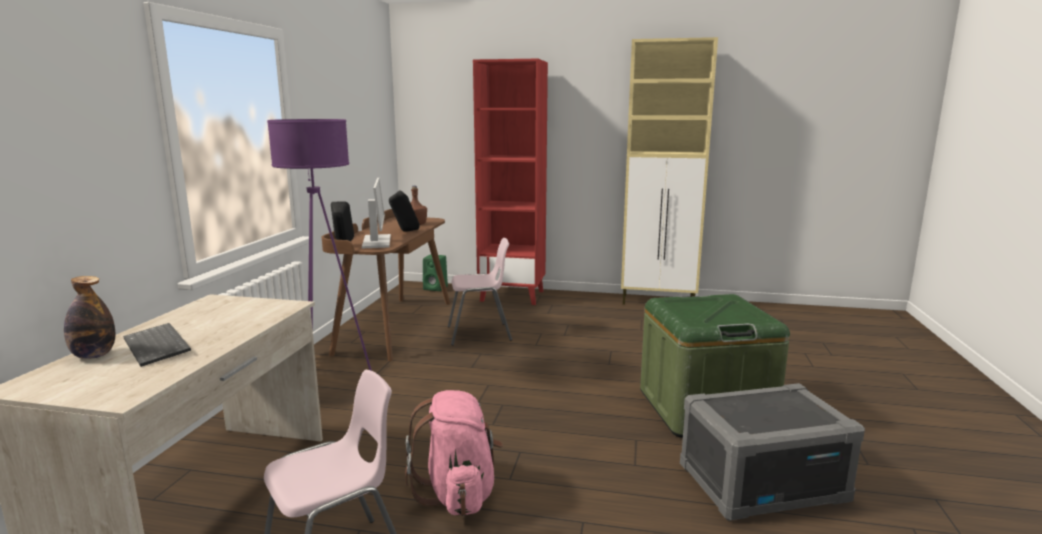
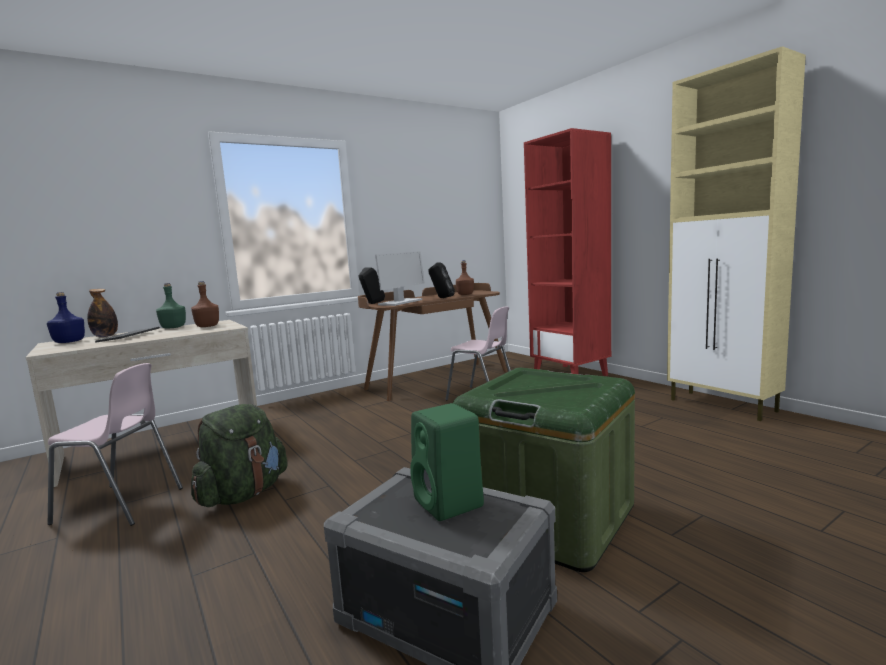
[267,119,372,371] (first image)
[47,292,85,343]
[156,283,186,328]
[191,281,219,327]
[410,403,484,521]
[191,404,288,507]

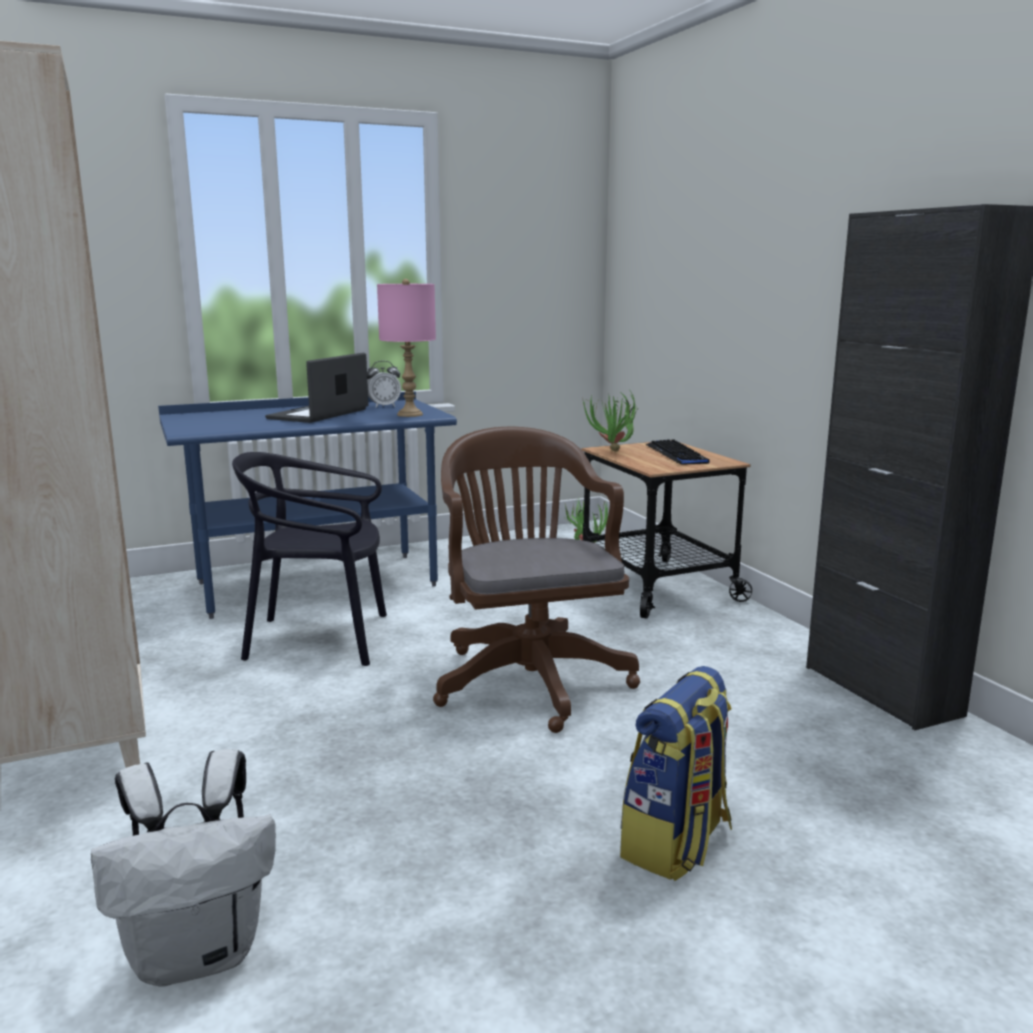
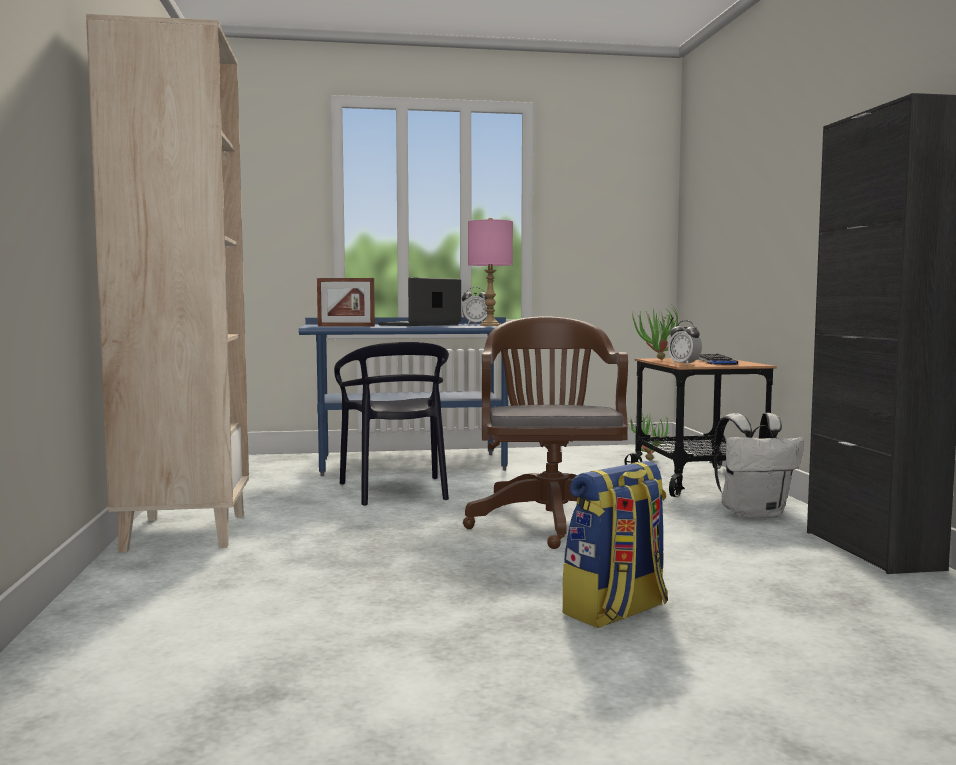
[317,278,375,326]
[668,320,702,365]
[714,413,804,519]
[334,342,449,506]

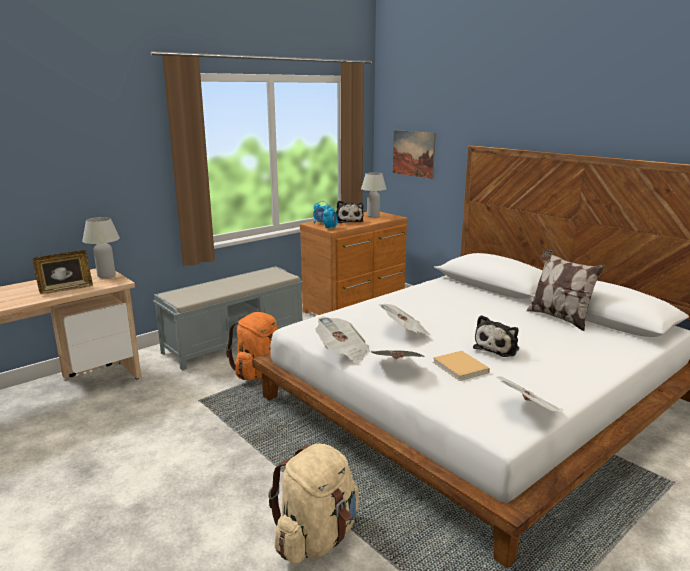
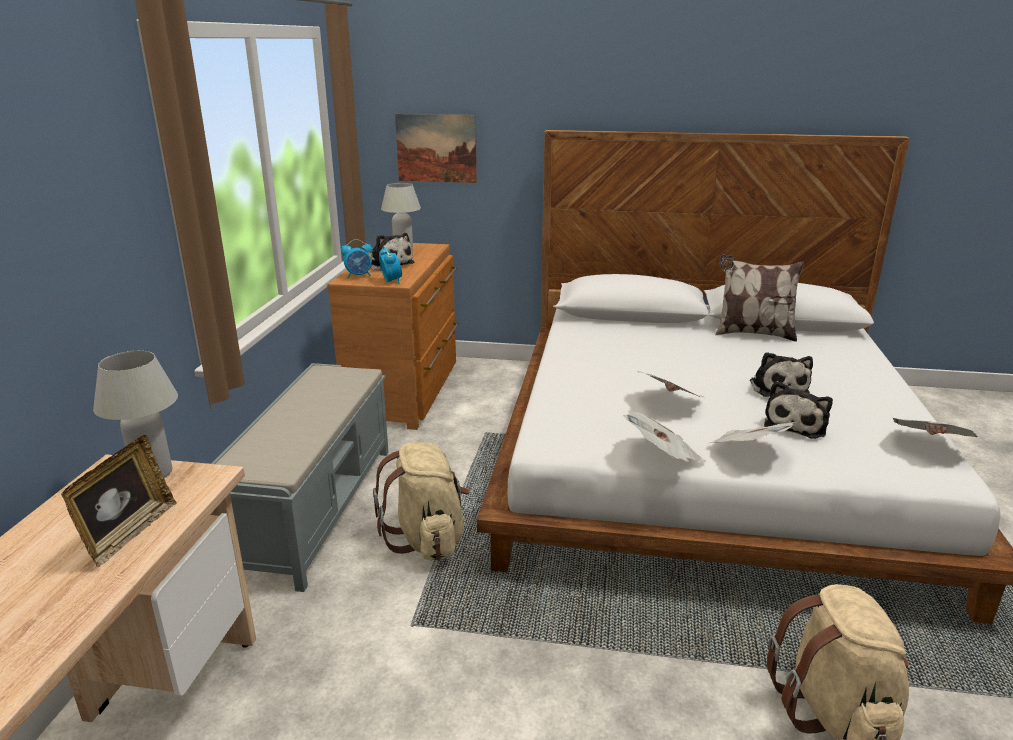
[764,381,833,439]
[373,442,469,560]

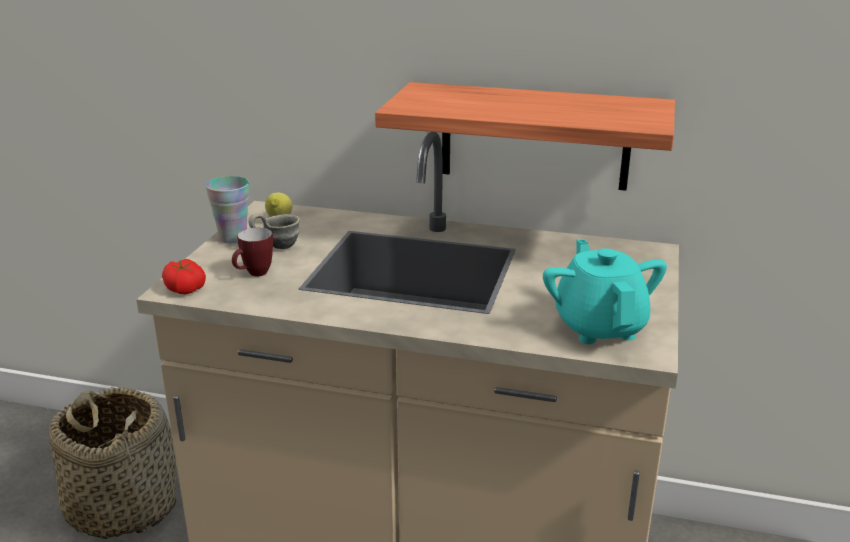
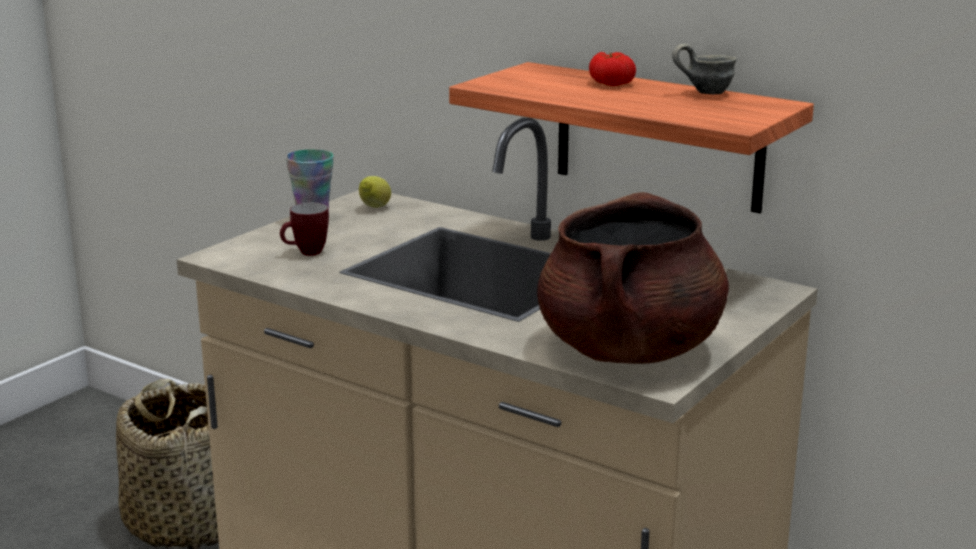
[589,52,636,86]
[672,44,737,94]
[537,192,729,364]

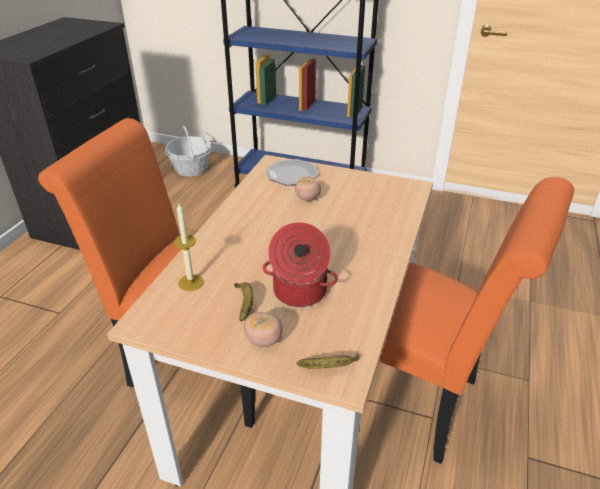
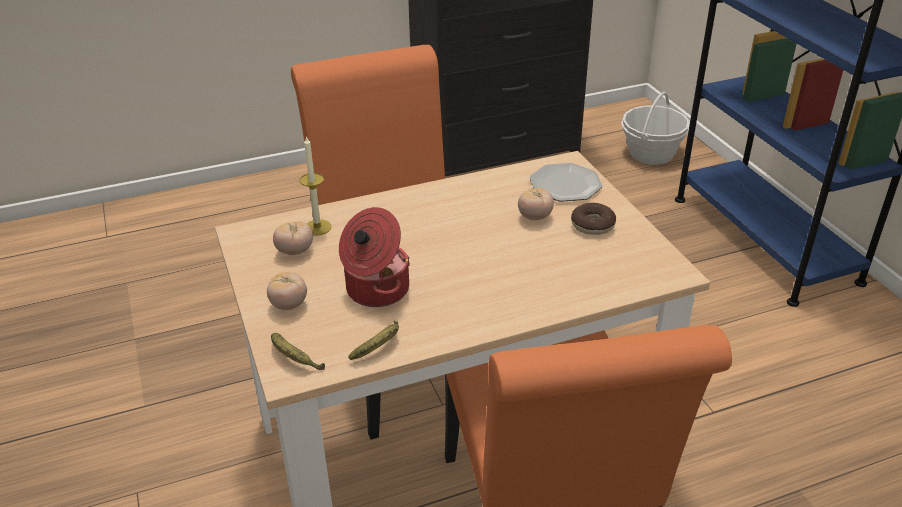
[273,221,313,255]
[571,203,616,235]
[348,321,399,360]

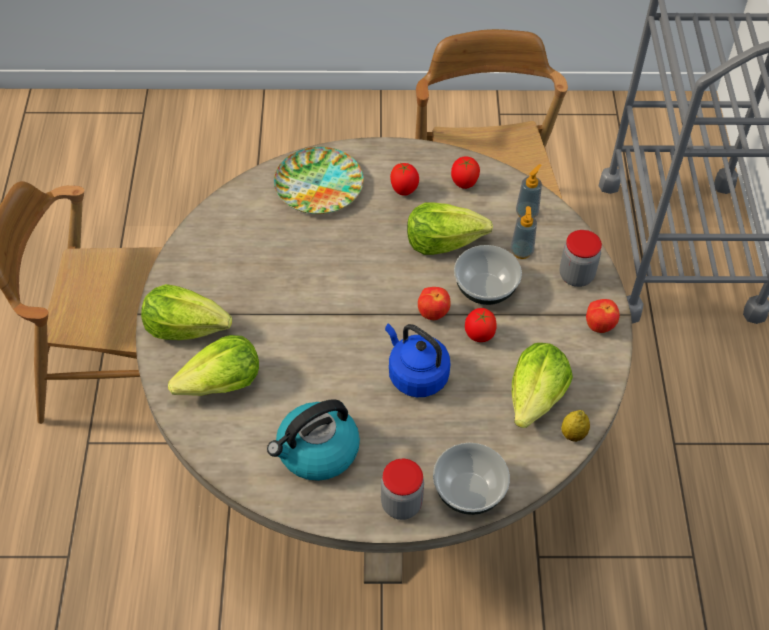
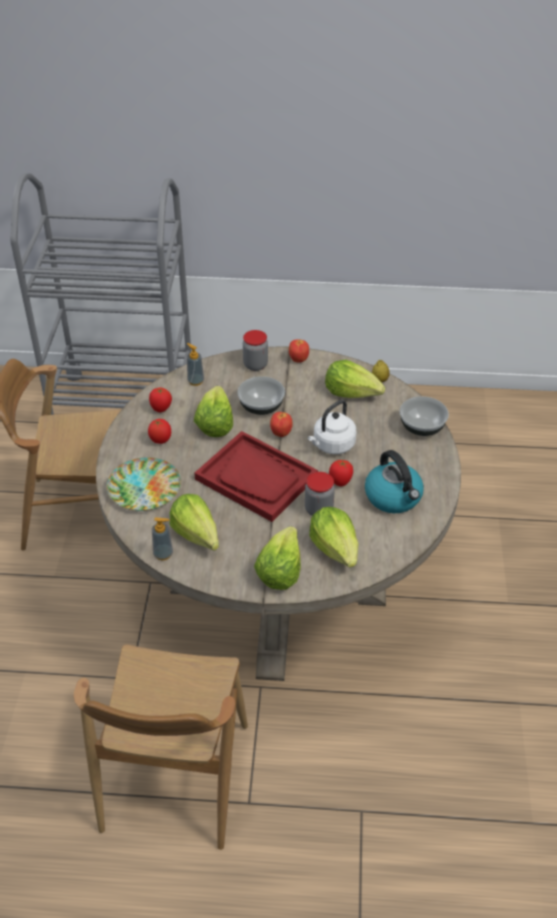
[169,494,219,551]
[194,431,318,522]
[305,472,335,516]
[329,460,353,486]
[152,517,173,560]
[308,400,356,454]

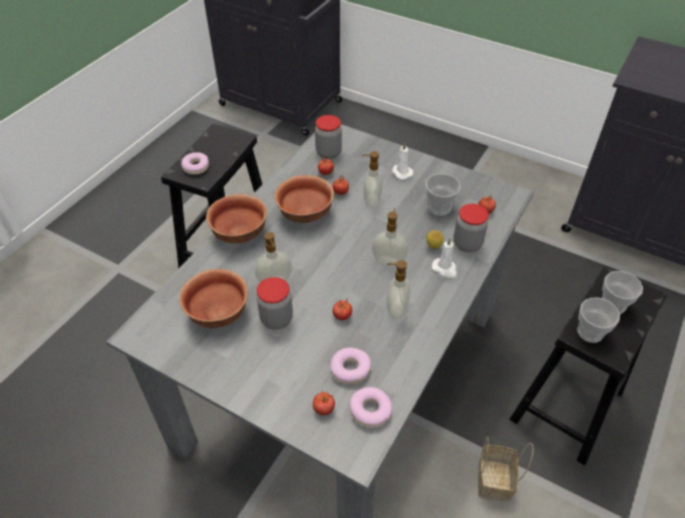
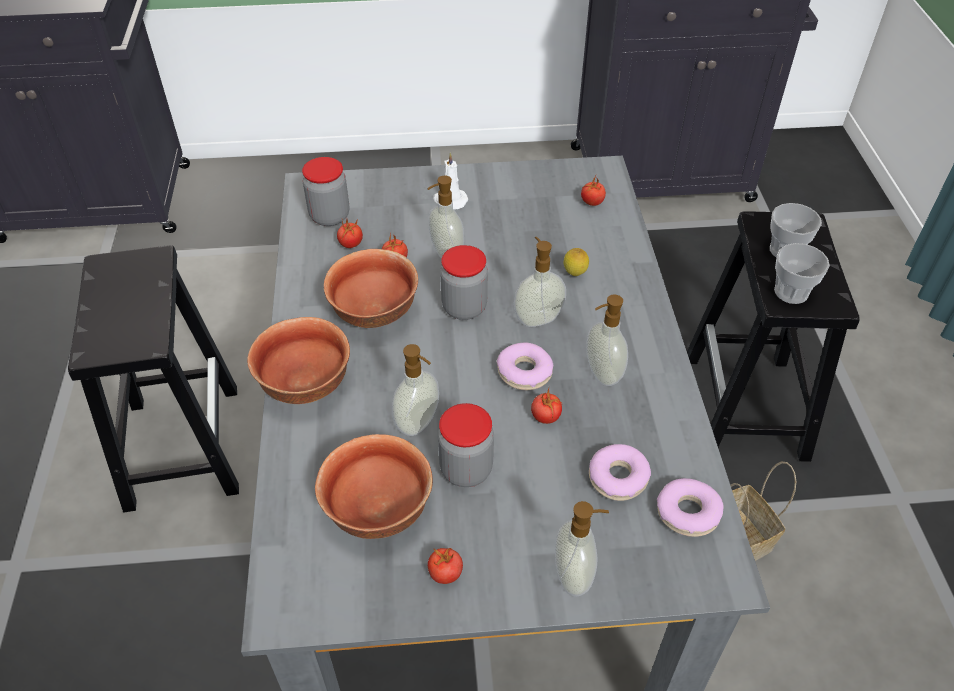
[425,174,461,216] (first image)
[432,238,457,278] (first image)
[555,501,609,596]
[497,343,553,390]
[428,548,463,584]
[440,245,488,320]

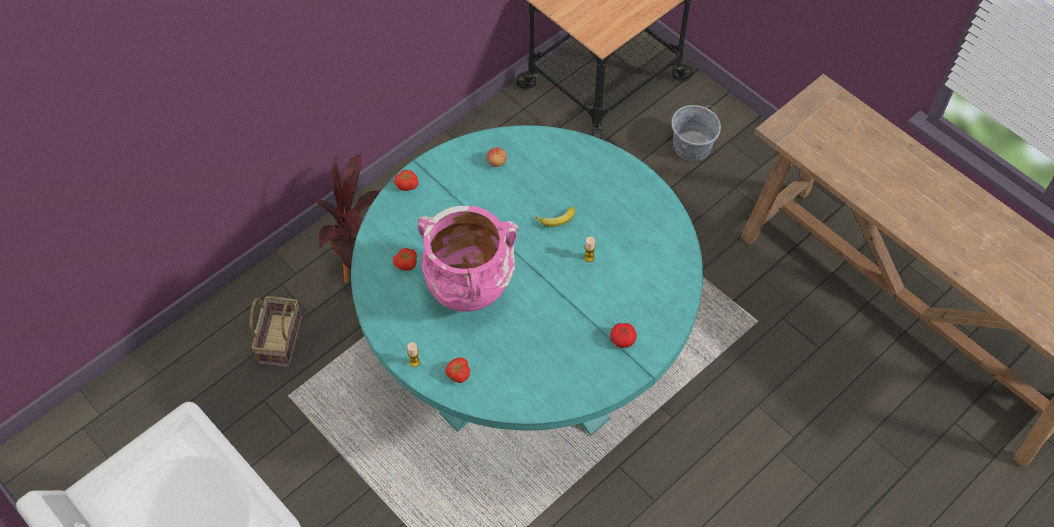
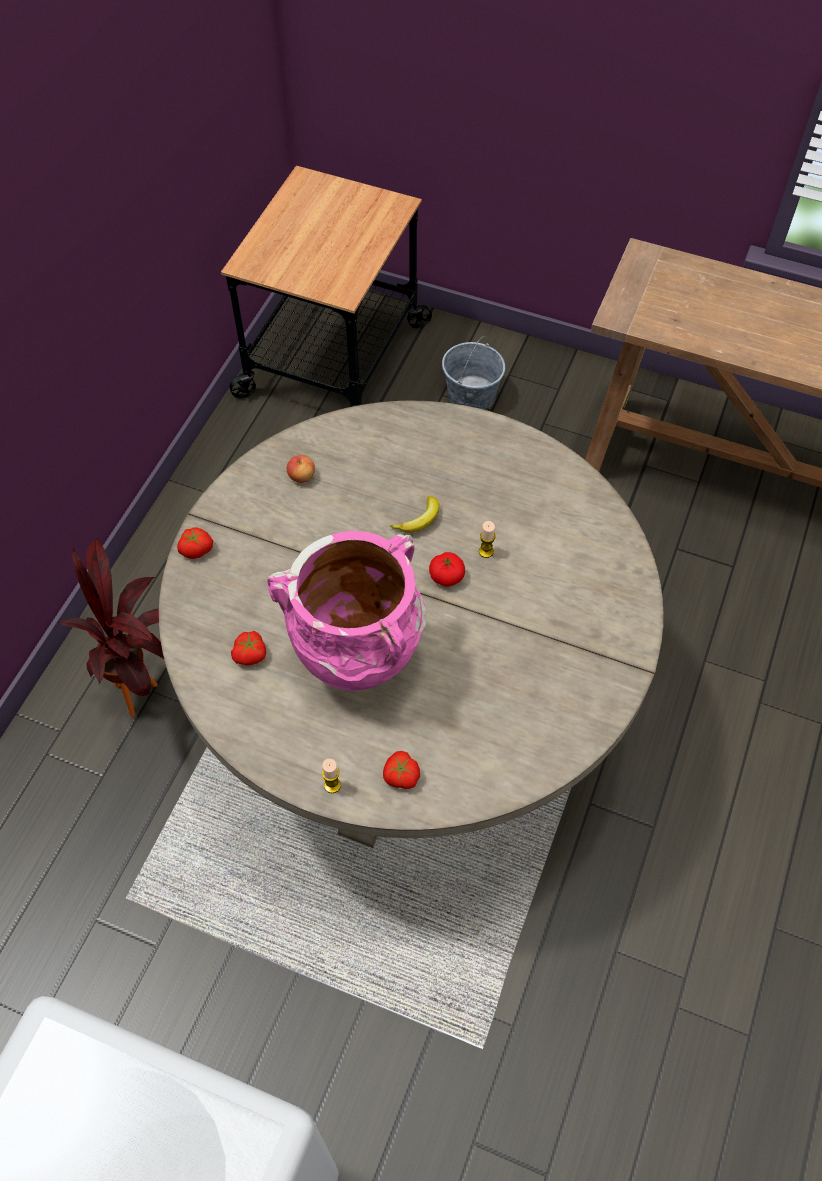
[250,296,302,367] (first image)
[429,552,465,587]
[159,401,664,848]

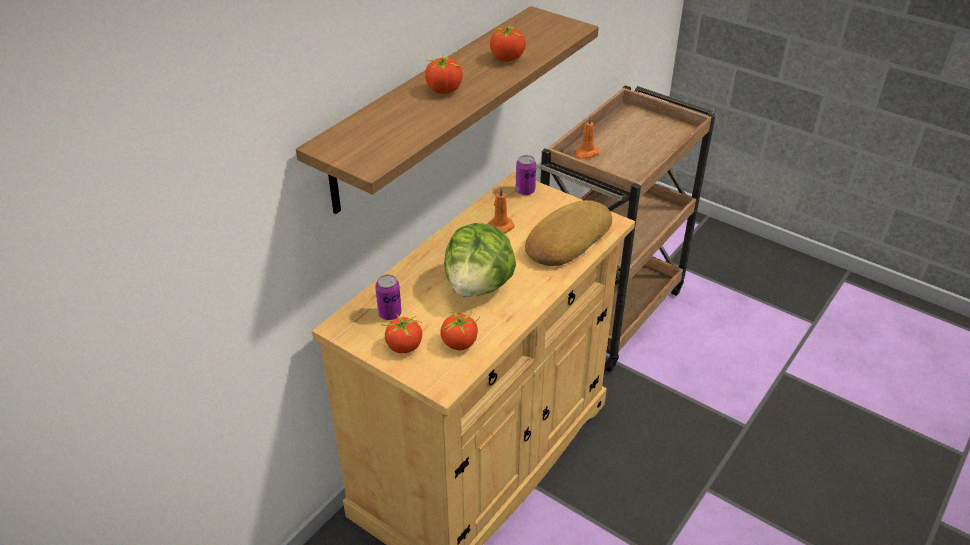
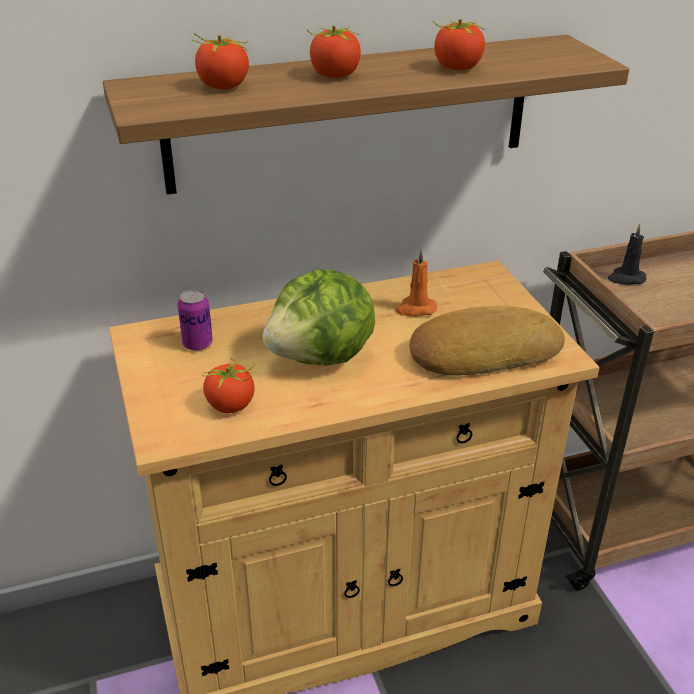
[516,155,536,195] (first image)
[191,32,249,90]
[608,224,646,285]

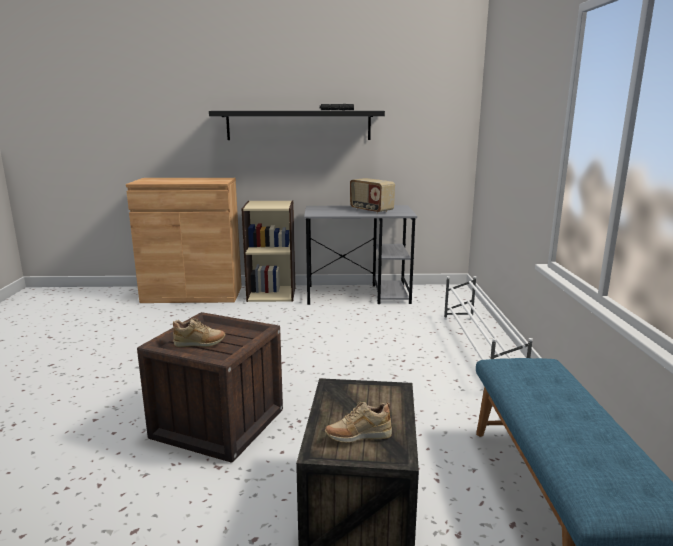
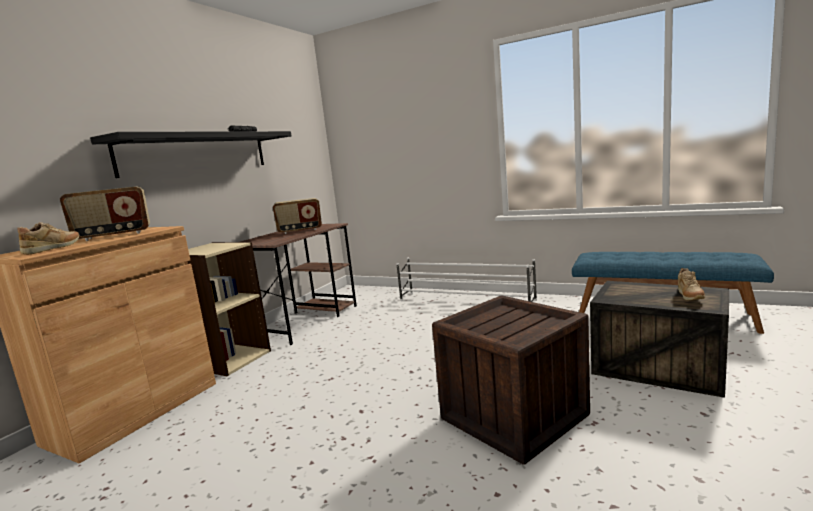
[60,186,150,241]
[17,222,79,255]
[241,223,357,345]

